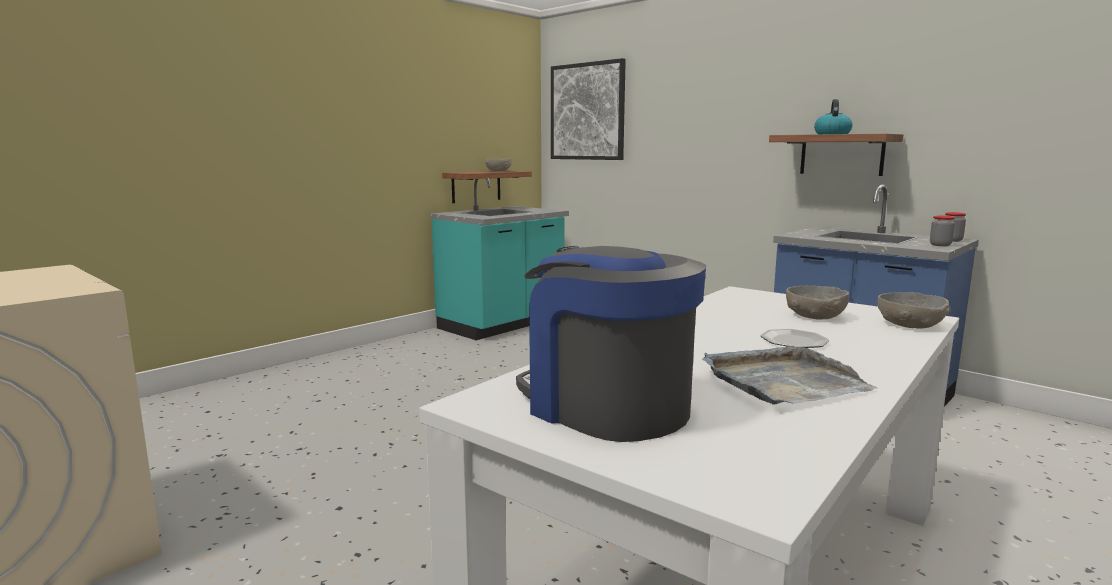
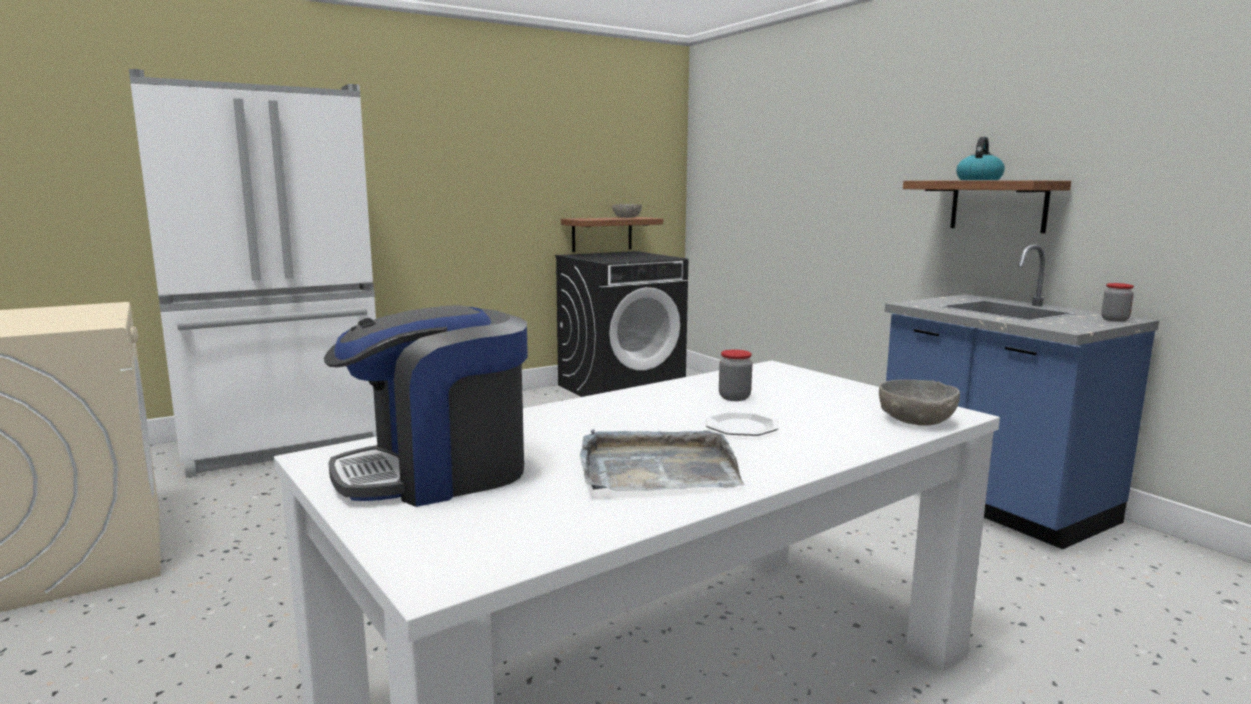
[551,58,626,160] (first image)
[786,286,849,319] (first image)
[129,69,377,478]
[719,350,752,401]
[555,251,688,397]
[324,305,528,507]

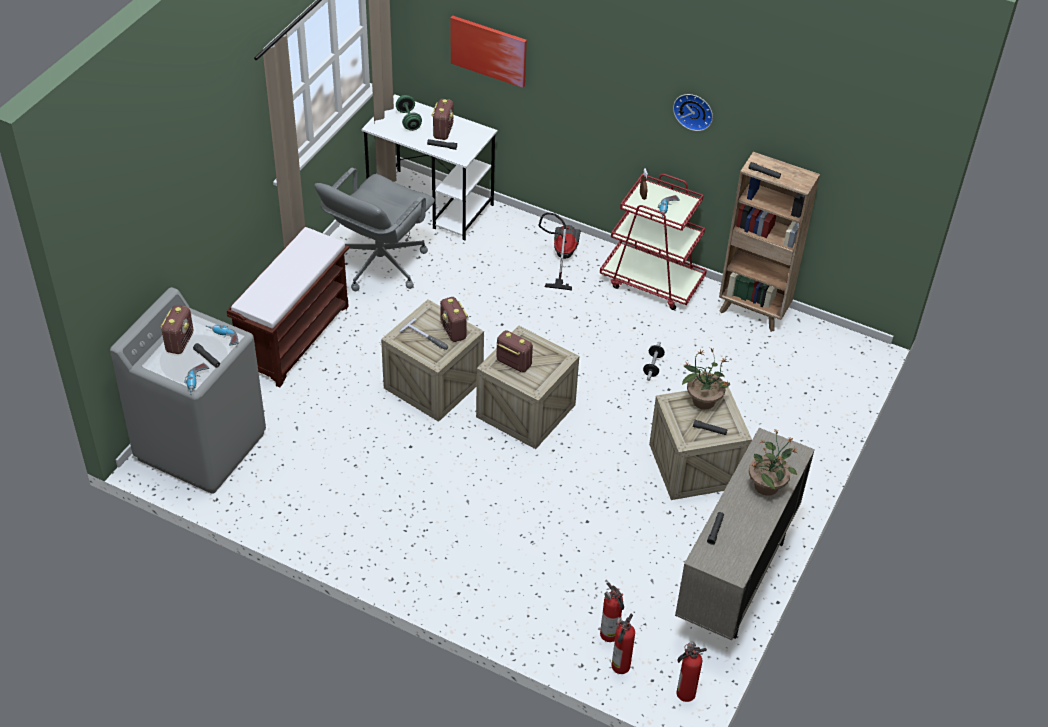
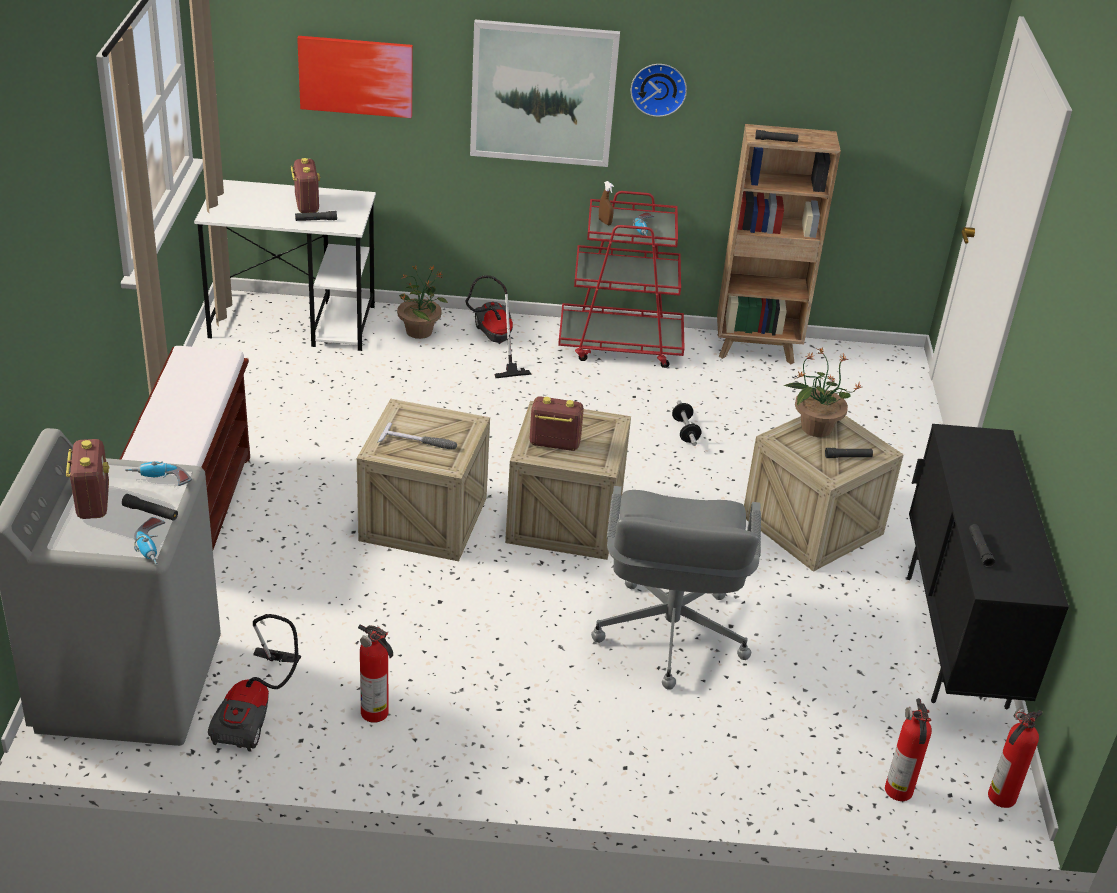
[396,95,422,131] (first image)
[440,297,469,342] (first image)
[208,614,301,752]
[470,20,620,167]
[591,486,761,690]
[358,624,393,723]
[397,265,448,339]
[907,424,1069,709]

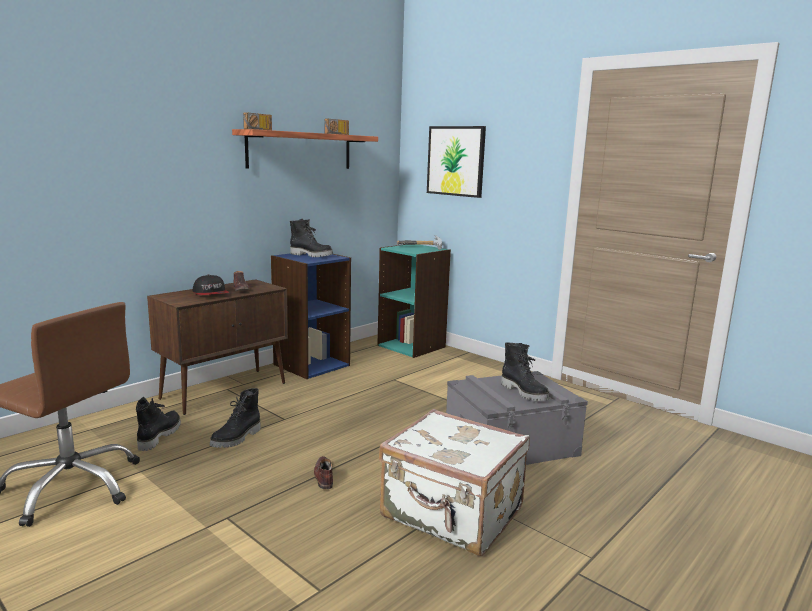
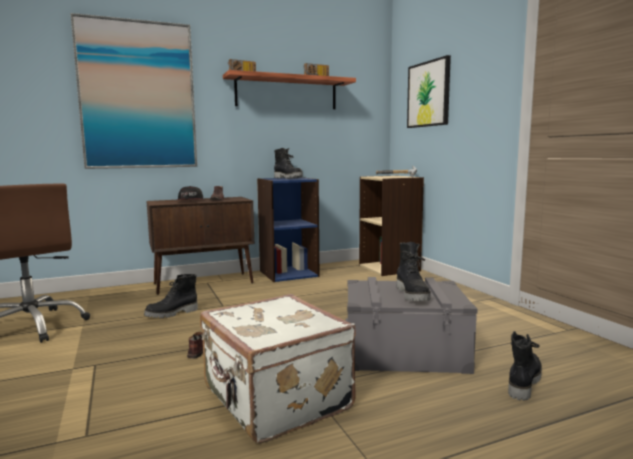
[70,13,197,169]
[508,331,542,401]
[359,175,424,276]

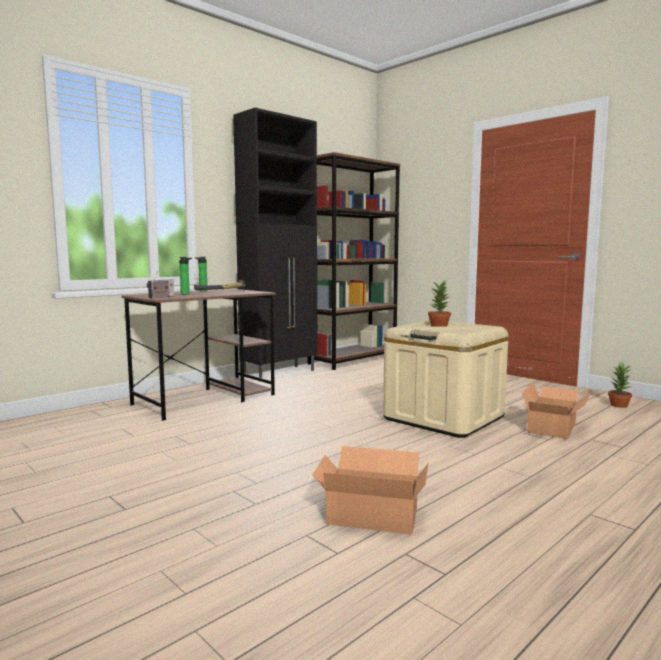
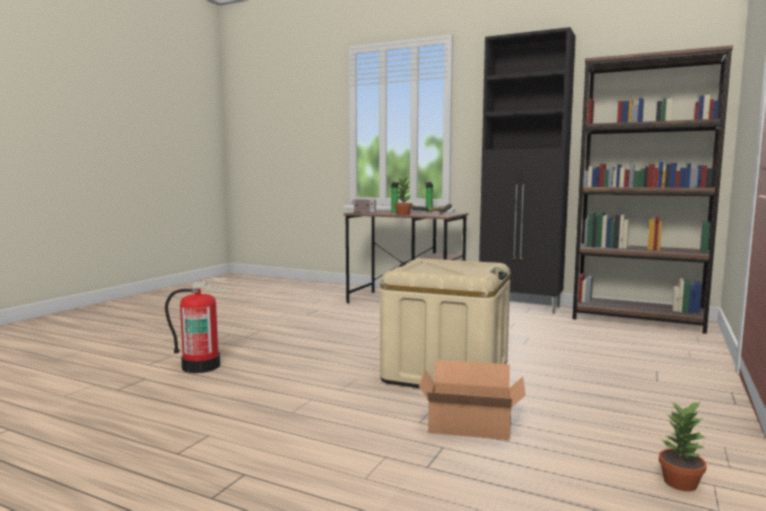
[394,177,413,215]
[165,277,232,373]

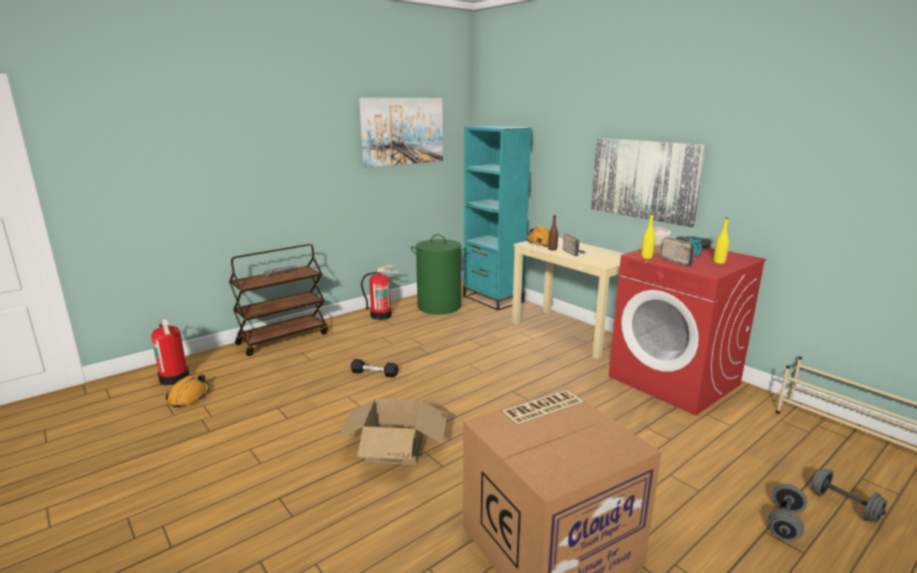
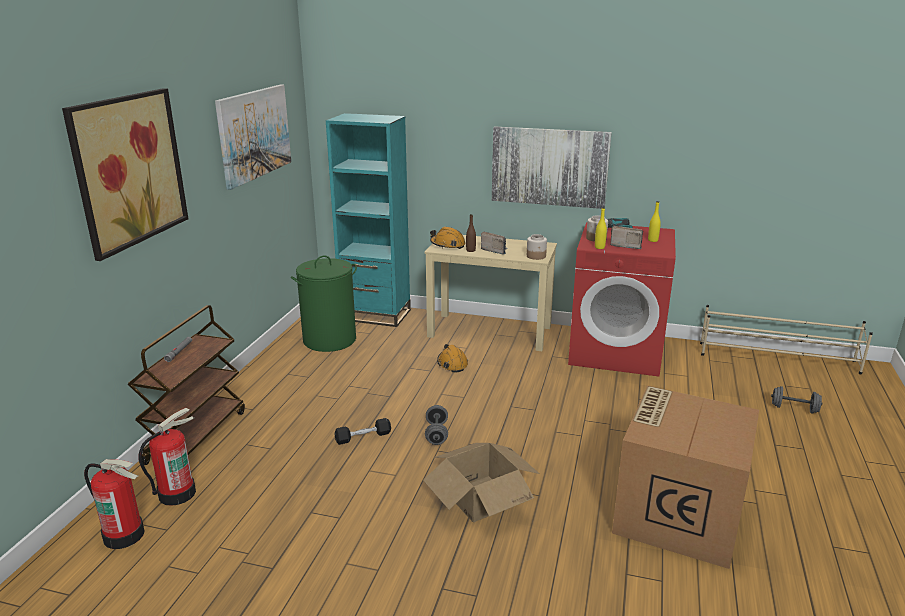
[62,88,188,261]
[527,234,547,260]
[437,344,468,373]
[138,408,196,506]
[425,405,448,445]

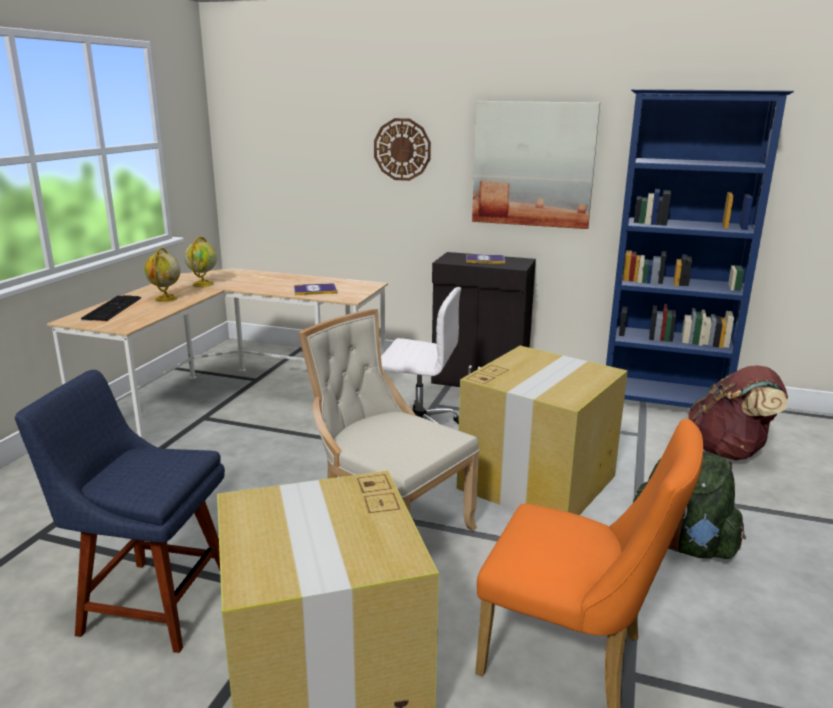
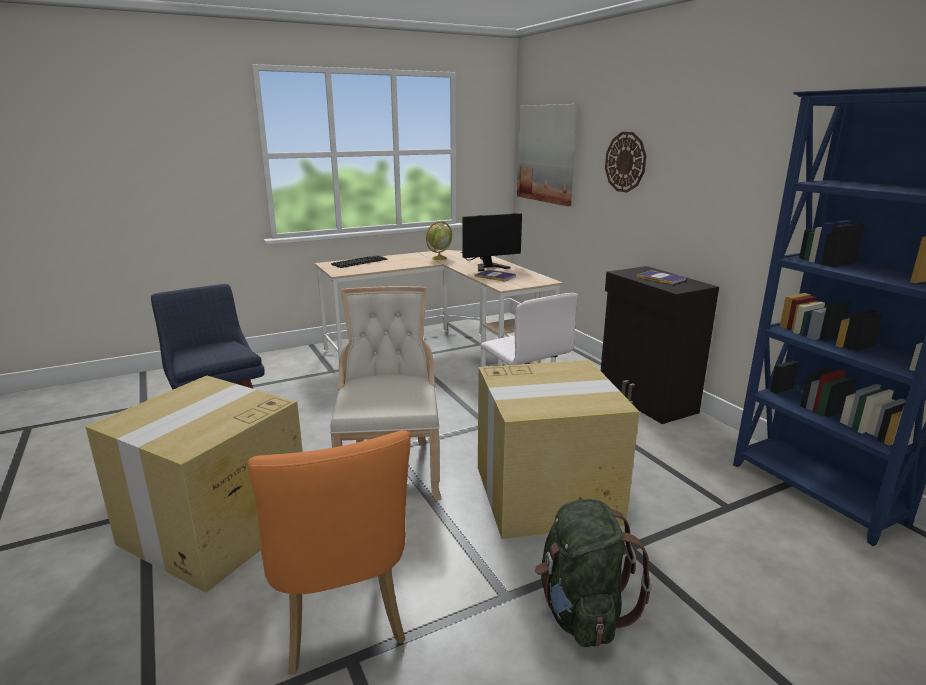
[144,248,181,302] (first image)
[688,365,788,460] (first image)
[461,213,522,271]
[517,104,578,206]

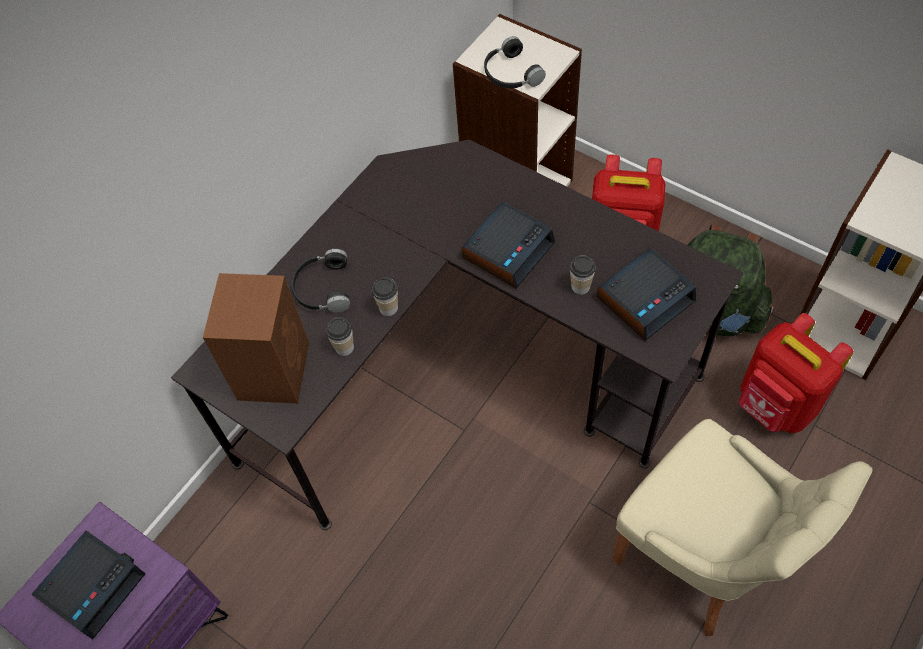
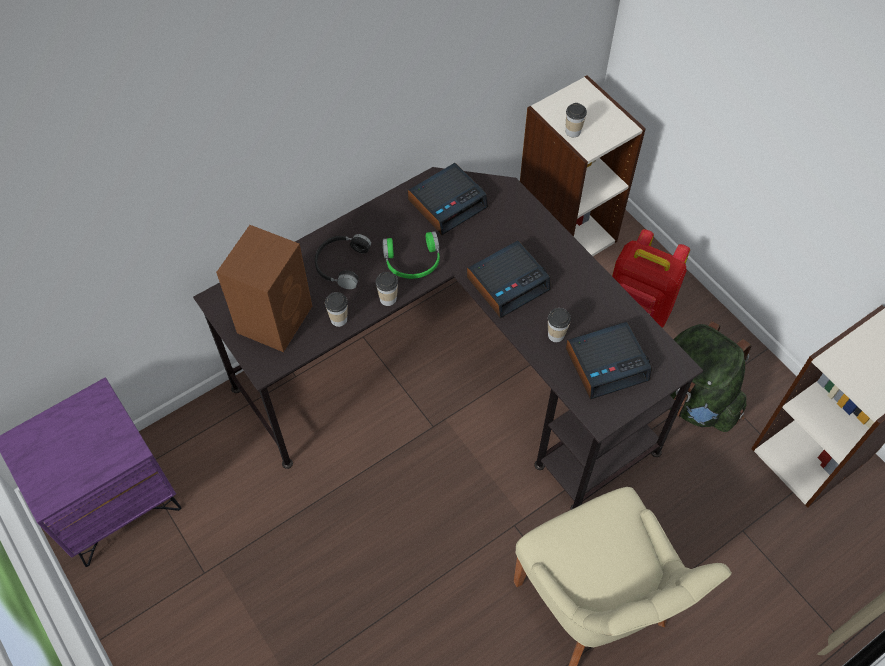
[739,313,854,433] (first image)
[383,231,440,279]
[408,163,488,235]
[566,103,587,137]

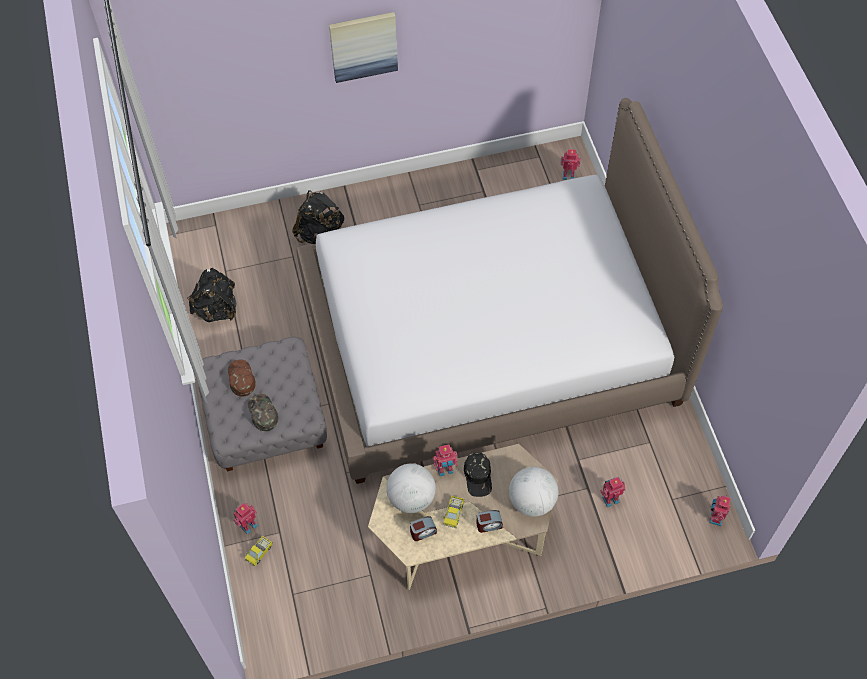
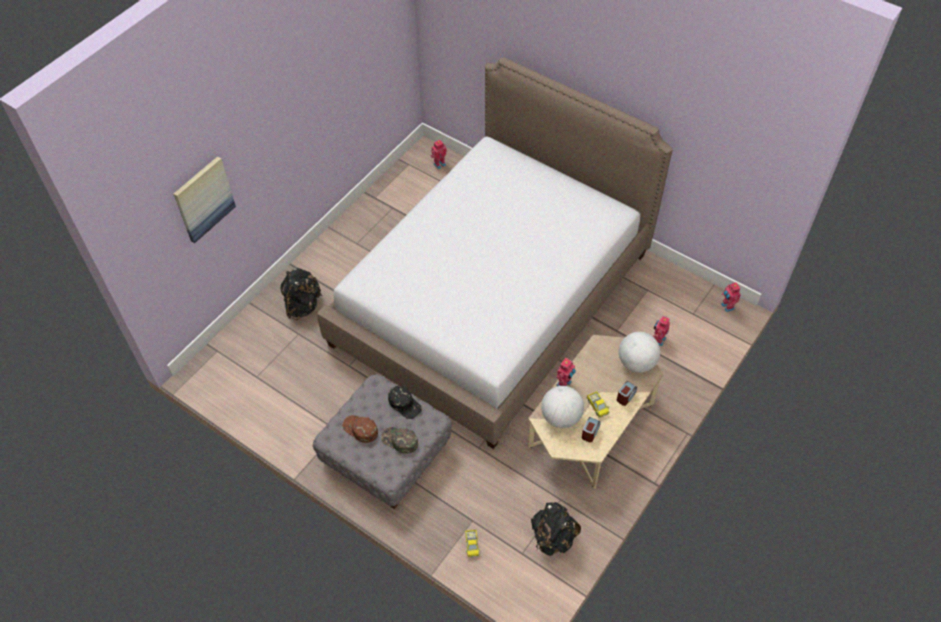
[233,503,258,535] (first image)
[531,502,581,556]
[173,156,236,243]
[388,386,422,419]

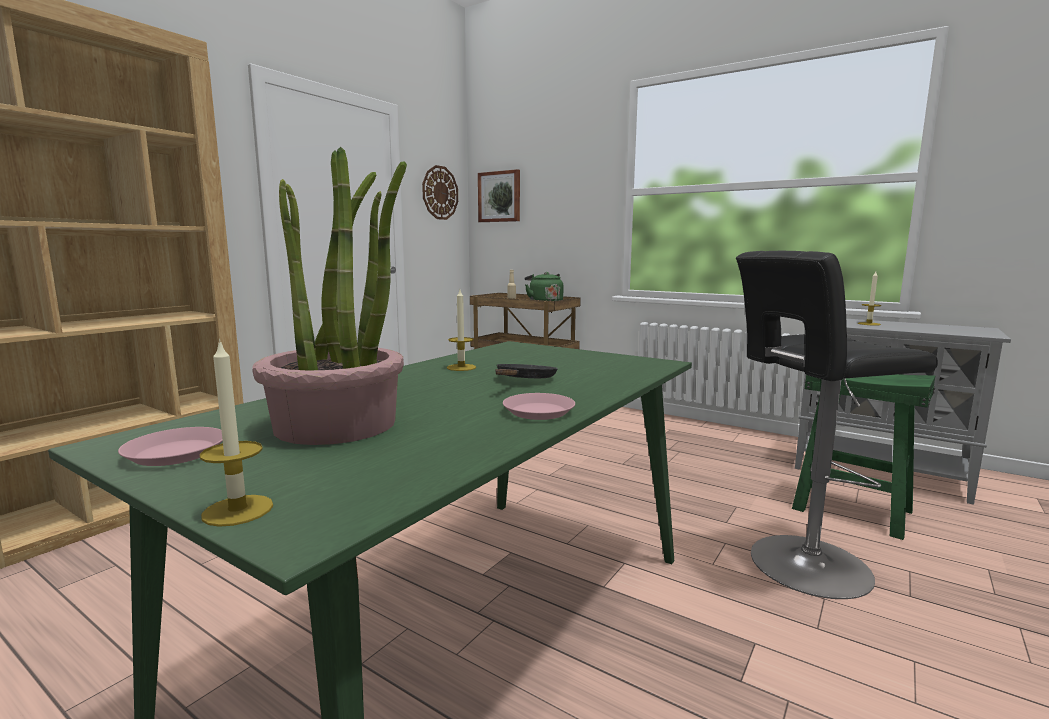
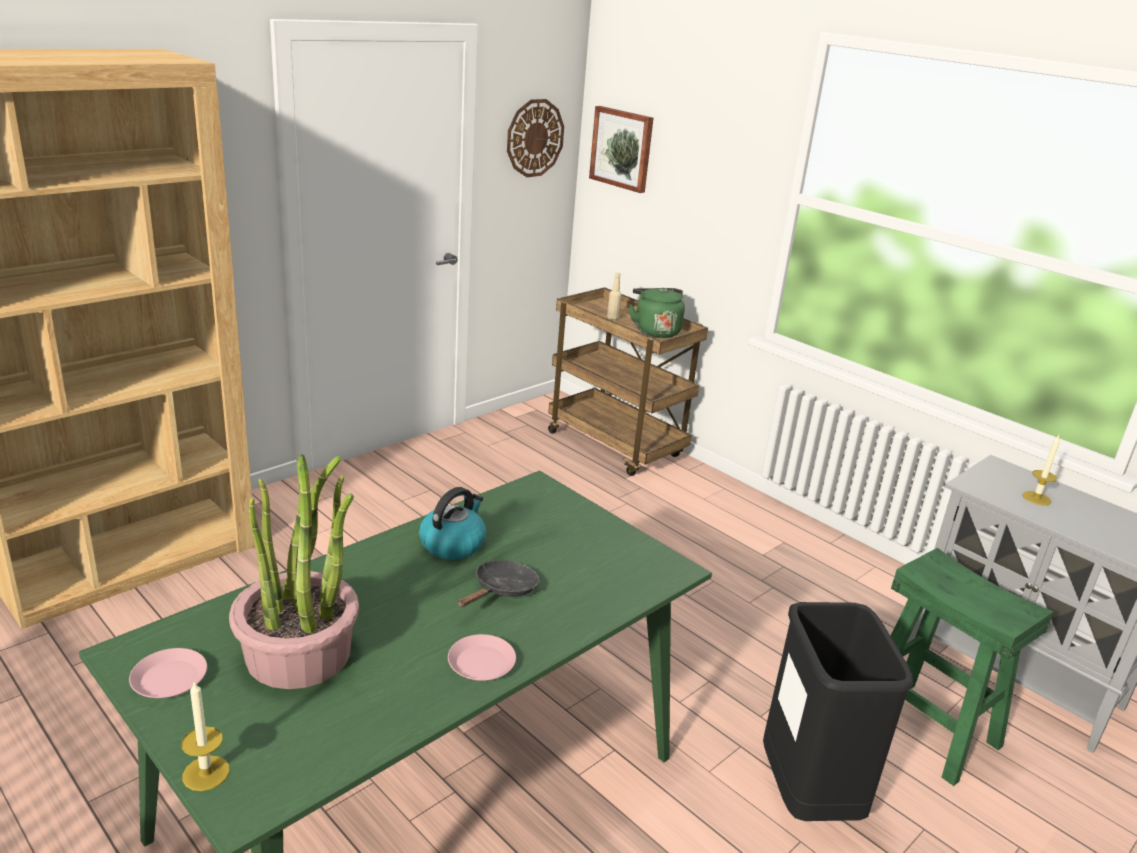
[419,487,486,559]
[763,602,913,821]

